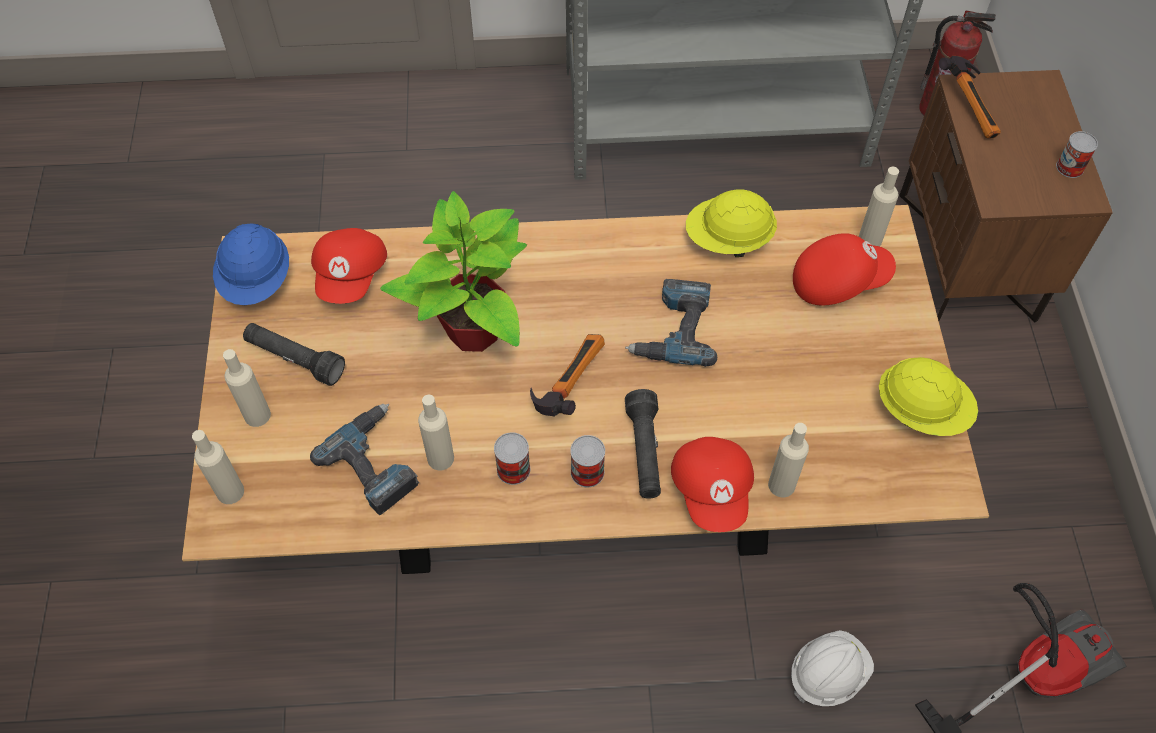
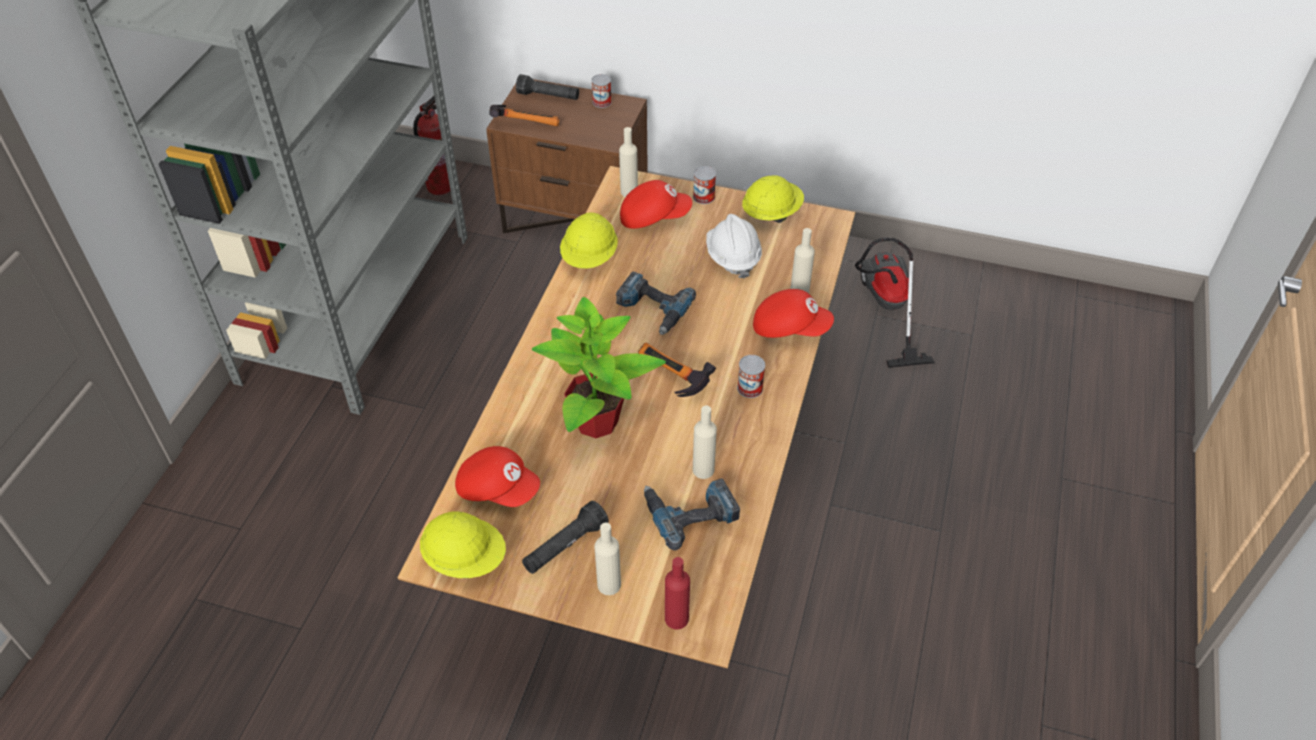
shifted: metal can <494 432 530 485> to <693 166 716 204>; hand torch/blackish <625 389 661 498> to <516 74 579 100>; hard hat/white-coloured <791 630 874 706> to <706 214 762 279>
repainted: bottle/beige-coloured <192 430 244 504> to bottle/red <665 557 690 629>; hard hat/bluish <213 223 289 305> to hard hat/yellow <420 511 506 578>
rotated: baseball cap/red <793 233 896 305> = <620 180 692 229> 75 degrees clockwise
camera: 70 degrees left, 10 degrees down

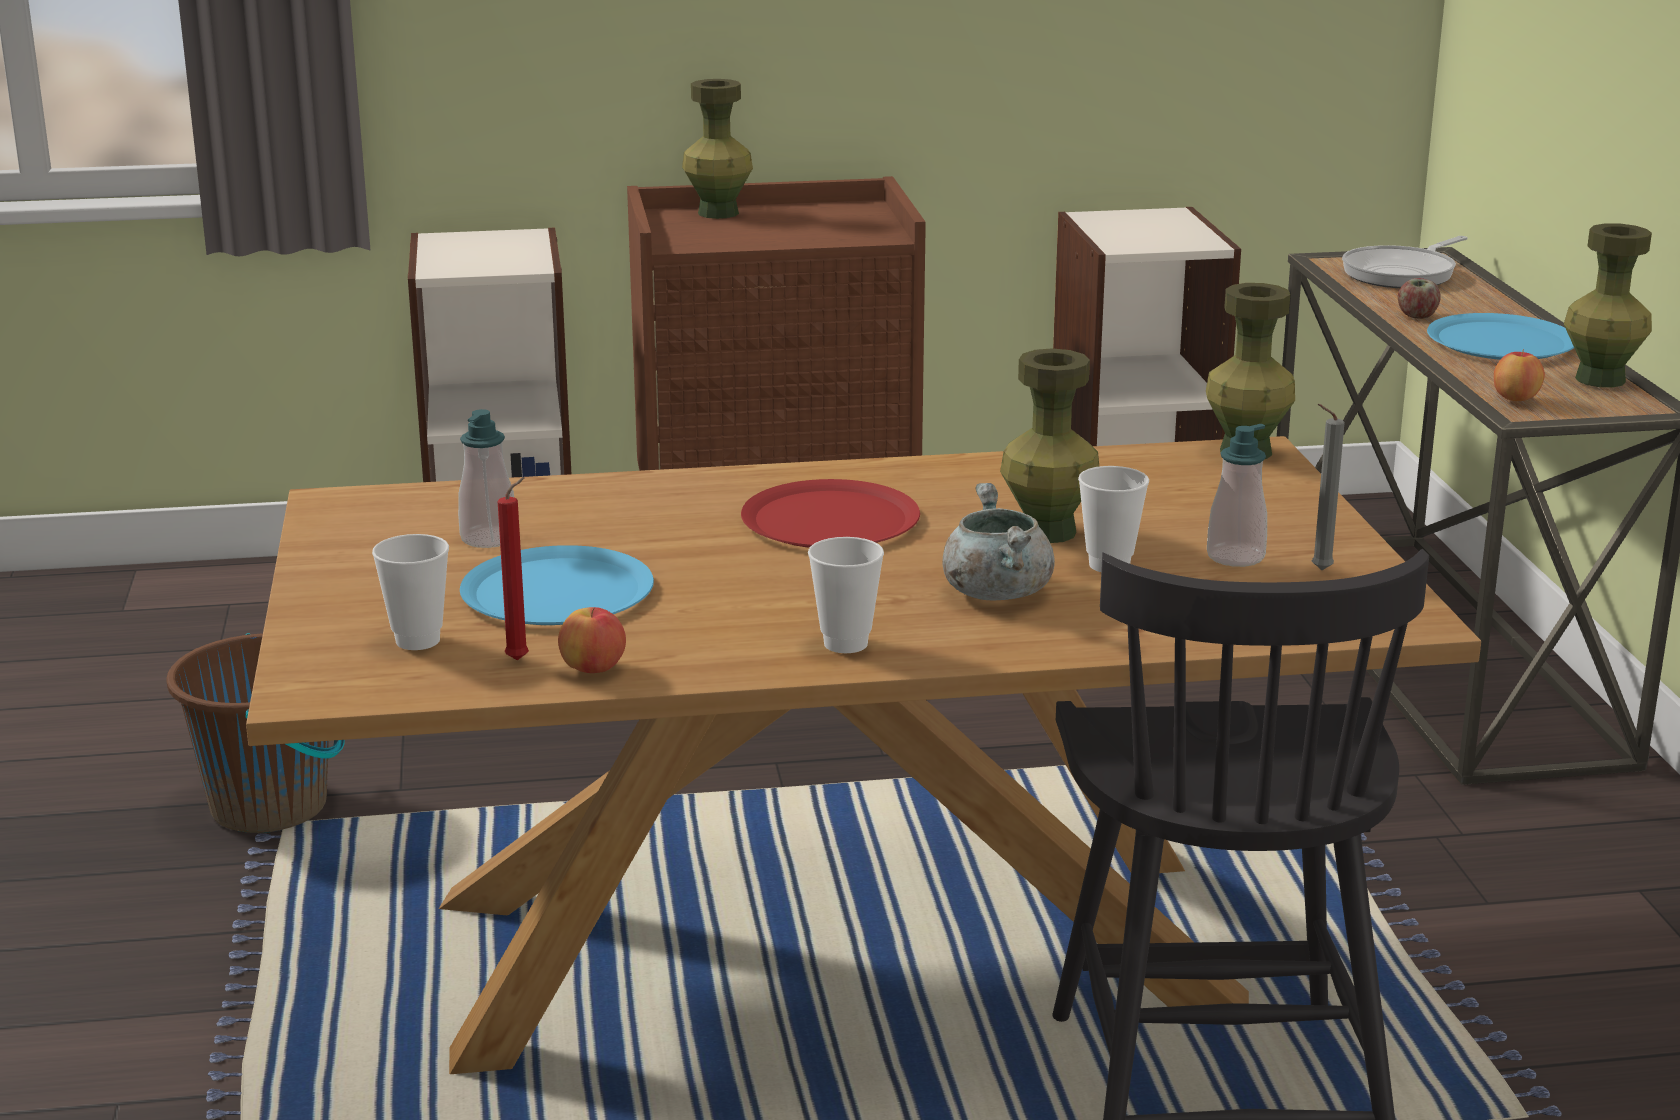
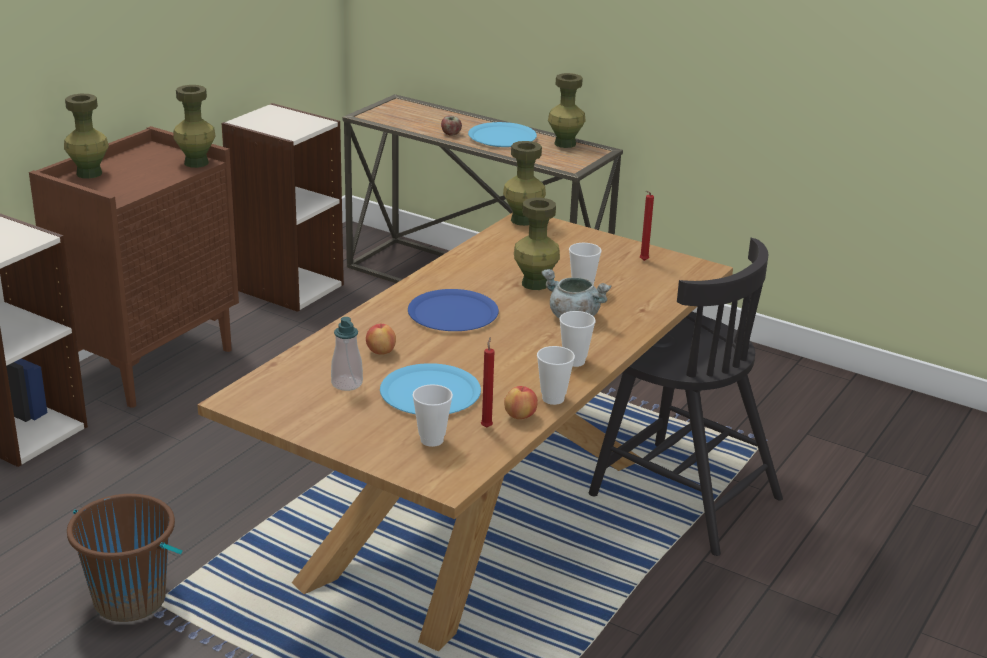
gone: soap bottle <1207 424 1267 567>; pan <1342 236 1468 288>
new: vase/greenish <173 85 216 168>; cup <537 346 575 405>
shifted: apple fruit <1494 349 1545 401> to <366 324 396 355>
repainted: dinner plate/red <741 479 920 548> to dinner plate/bluish <408 289 499 331>; wax candle/gray <1312 404 1345 570> to wax candle/red <640 191 654 261>
camera: 50 degrees left, 5 degrees up

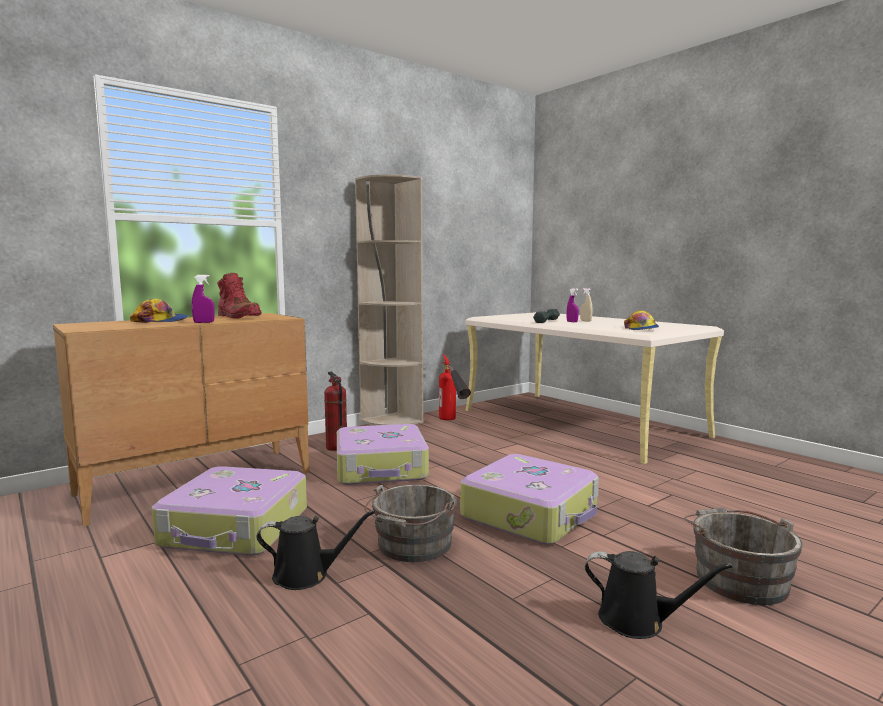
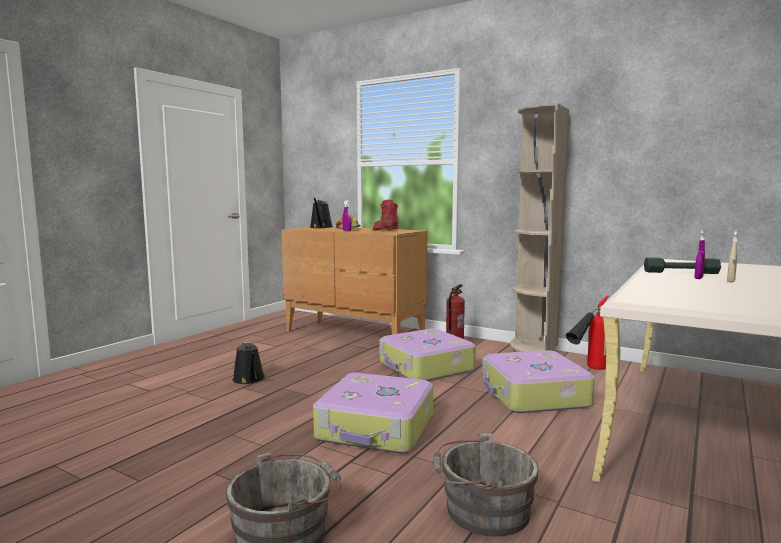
gone: baseball cap <624 311 659 330>
shifted: travel case <152 466 307 556> to <482 350 595 413>; bucket/gray <364 484 457 562> to <433 433 539 537>; watering can/blackish <585 551 733 639> to <310 198 333 228>
camera: 70 degrees right, 0 degrees up

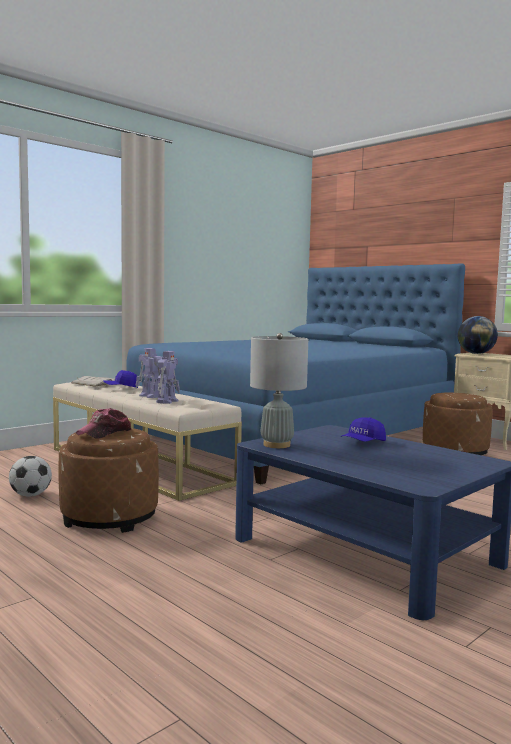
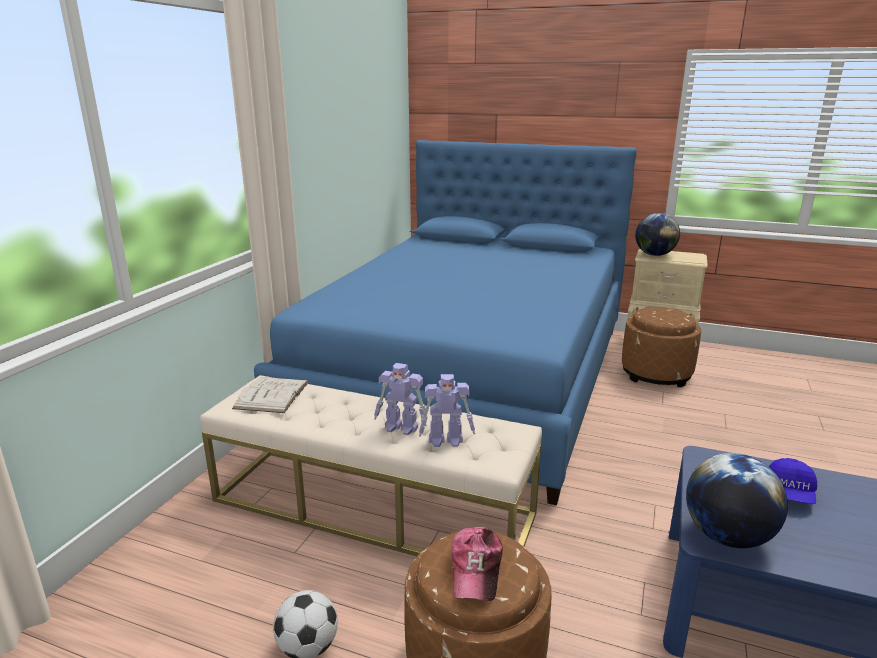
gone: baseball cap/bluish <103 370 138 388>
swapped: table lamp/gray <250 333 308 448> to world globe <686 453 788 548>
rotated: toy robot <156 351 180 404> = <419 374 475 447> 90 degrees clockwise
camera: 25 degrees left, 15 degrees up

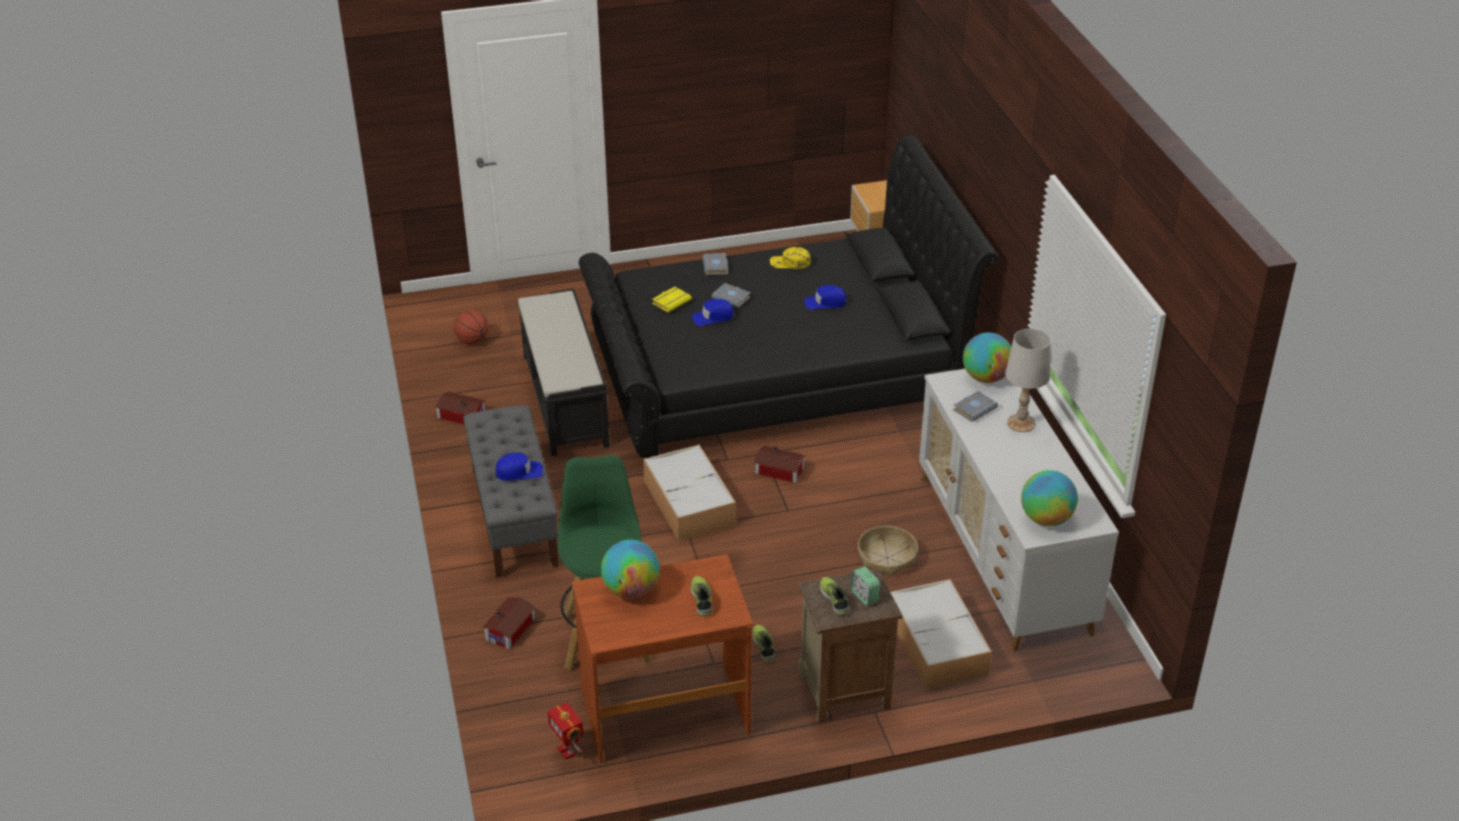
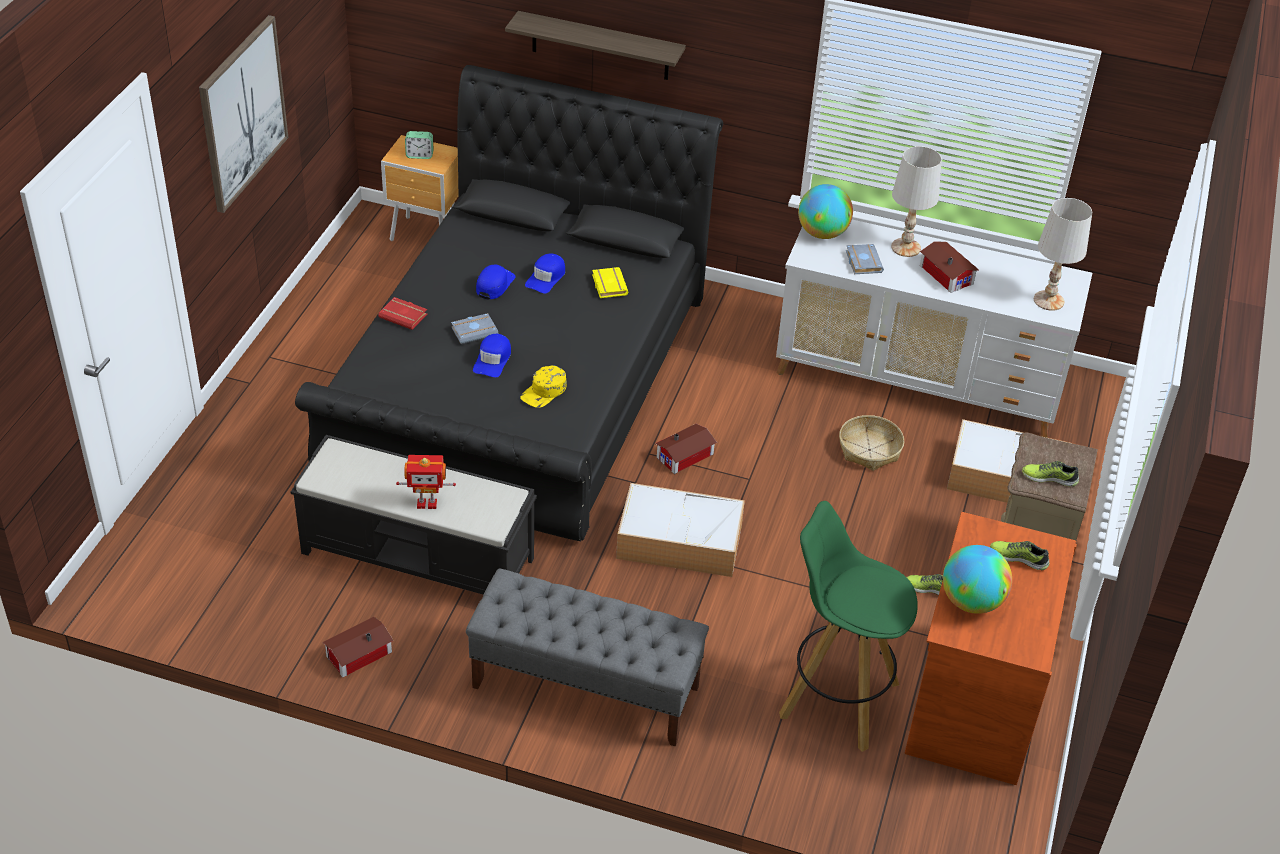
gone: basketball ball <454 310 489 344>
new: wall picture <199 15 288 213>; shelf <505 11 686 80>
shifted: model house <482 597 536 649> to <920 241 979 293>; baseball cap/bluish <495 453 543 481> to <476 265 516 300>; toy robot <548 702 583 760> to <396 455 456 509>; book/yellow <652 287 692 312> to <592 267 628 298>; baseball cap/yellow <770 247 811 269> to <520 365 567 408>; alarm clock <850 566 880 605> to <405 131 433 159>
swapped: world globe <1021 470 1078 526> to table lamp/white-coloured <1034 198 1092 311>
repainted: book/gray <702 253 728 275> to book/red <378 297 427 330>
camera: 60 degrees left, 5 degrees up

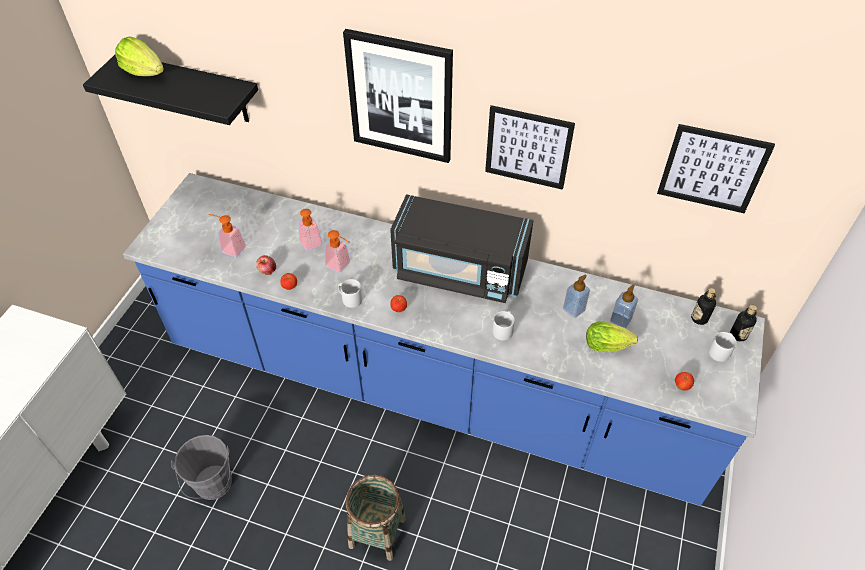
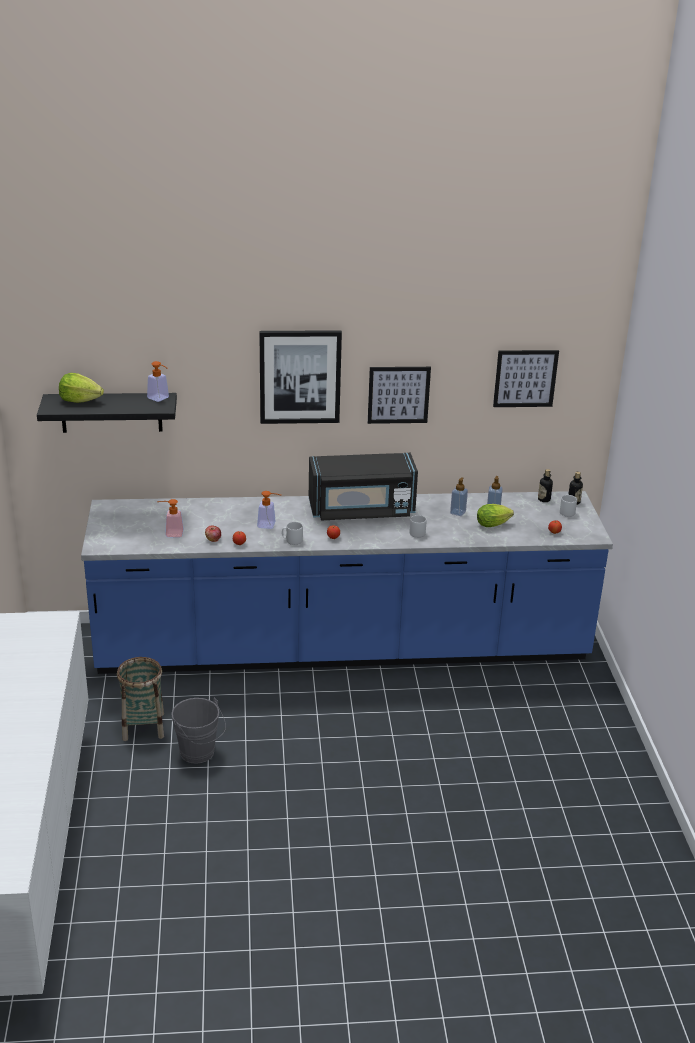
shifted: soap bottle <298 209 323 251> to <147 361 169 402>; basket <346 475 406 561> to <117 657 164 741>
camera: 25 degrees left, 20 degrees down

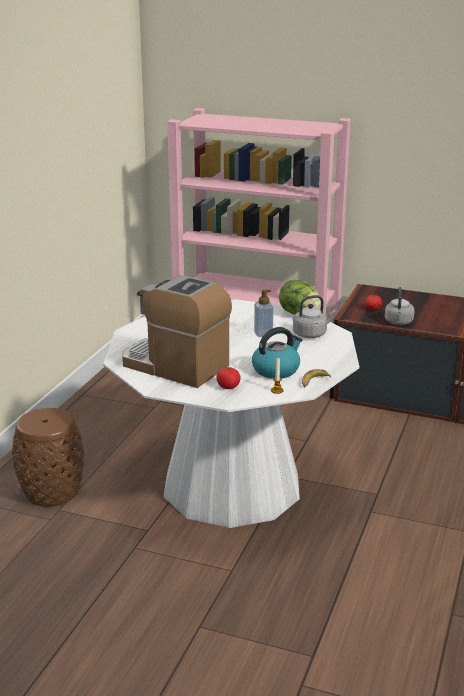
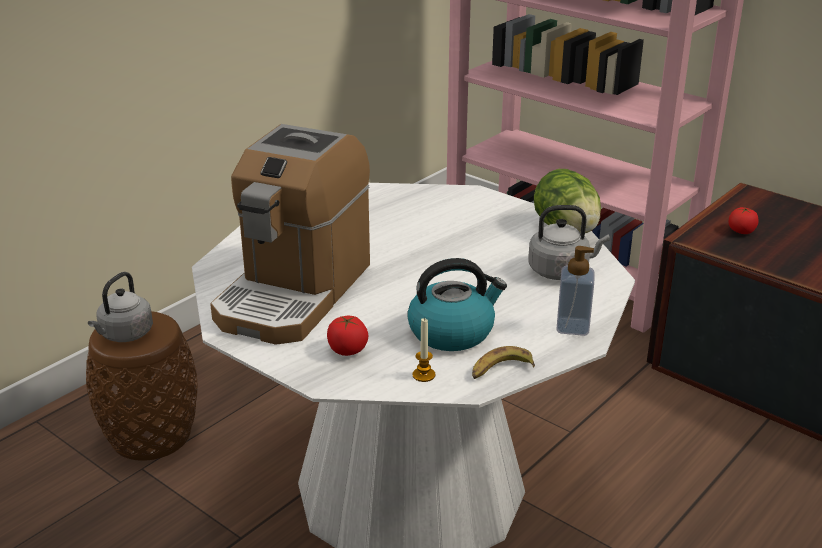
shifted: soap bottle <254 290 274 337> to <556 246 595 336>; kettle/gray <385 287 415 325> to <88 272 153 342>
rotated: coffee machine <122 275 232 388> = <210 124 370 345> 120 degrees counterclockwise
camera: 20 degrees right, 5 degrees up

